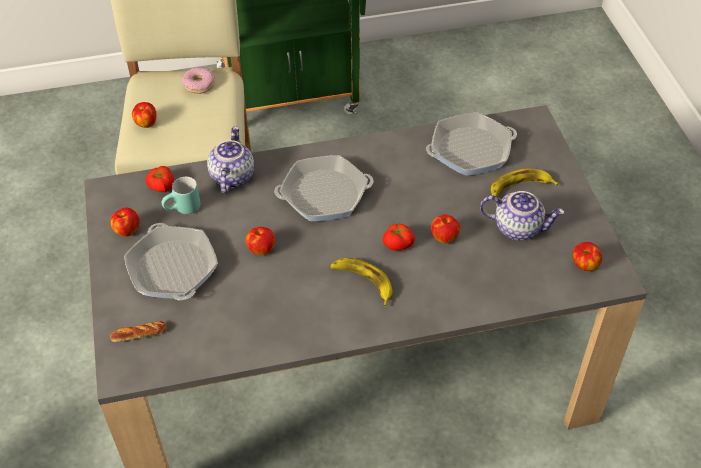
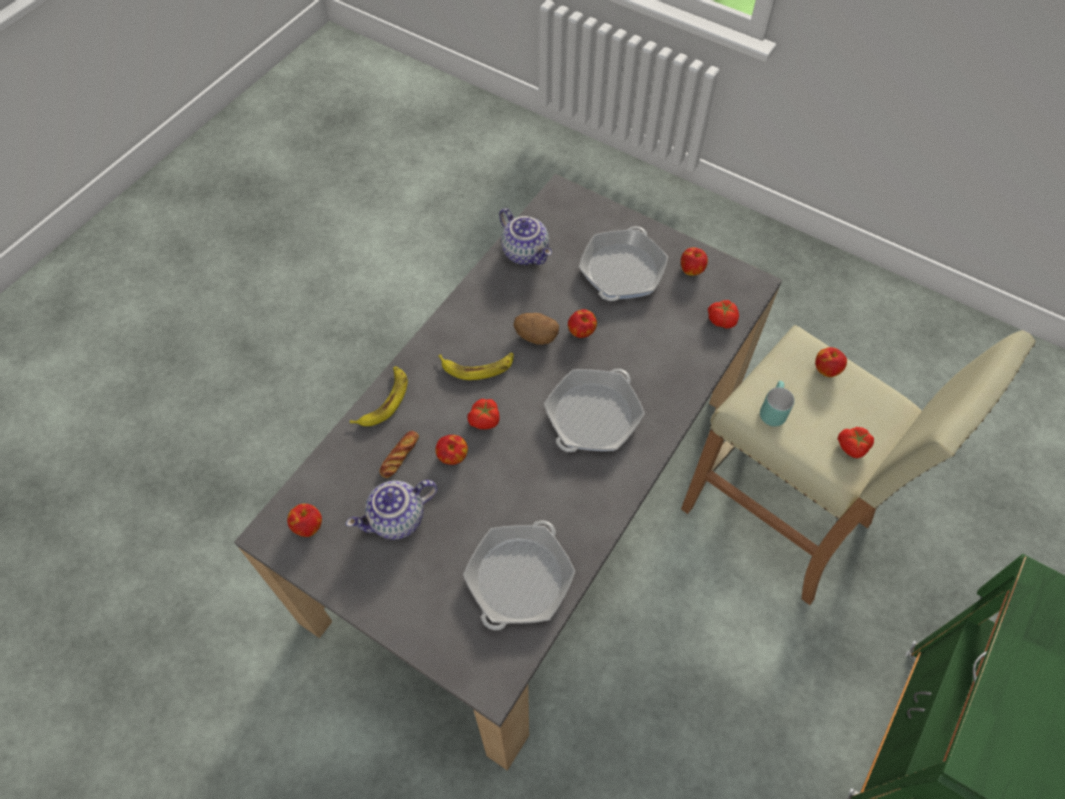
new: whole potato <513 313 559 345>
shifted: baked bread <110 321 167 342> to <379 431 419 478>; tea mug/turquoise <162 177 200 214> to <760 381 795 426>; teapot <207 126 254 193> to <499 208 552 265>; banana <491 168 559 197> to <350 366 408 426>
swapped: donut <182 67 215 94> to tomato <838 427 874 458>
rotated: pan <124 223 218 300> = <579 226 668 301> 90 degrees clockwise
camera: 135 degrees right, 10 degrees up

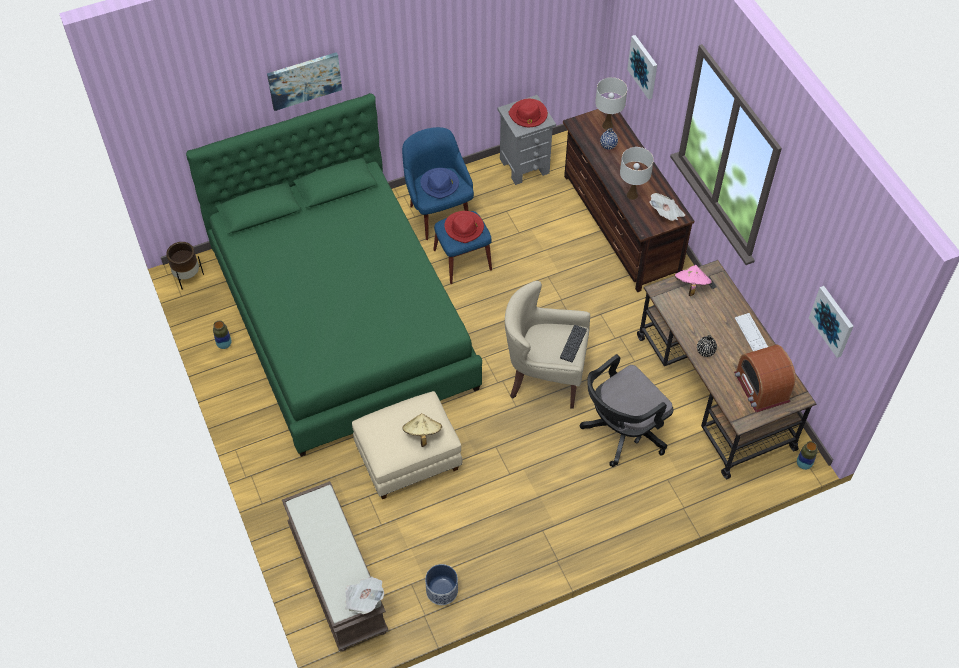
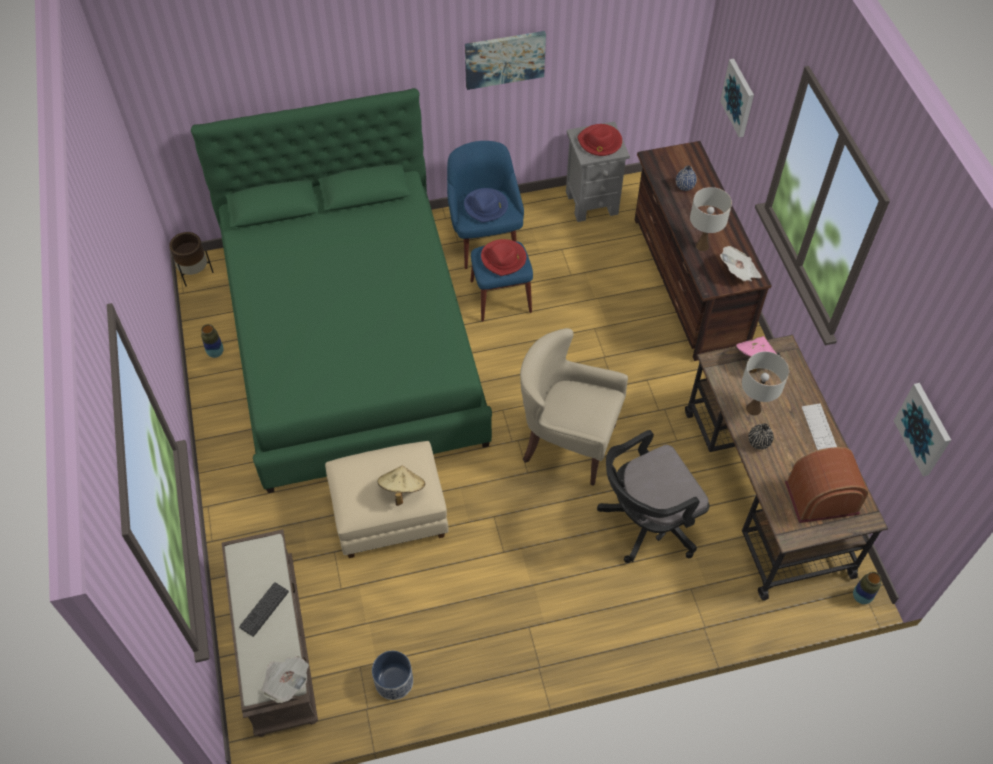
shifted: wall picture <267 52 342 111> to <465 31 546 90>; computer keyboard <560 325 587 362> to <239 582 289 637>; table lamp/white-coloured <595 77 627 130> to <742 351 789 415>
rotated: radio set <734 345 796 412> = <785 447 868 523> 90 degrees clockwise
camera: 10 degrees right, 0 degrees up

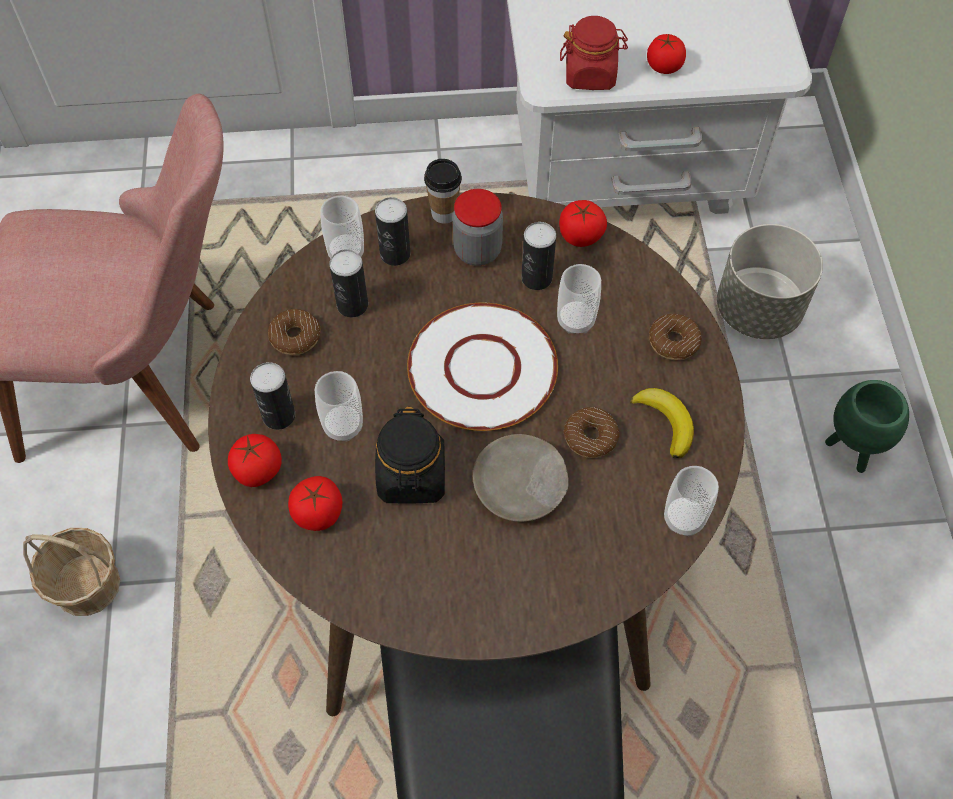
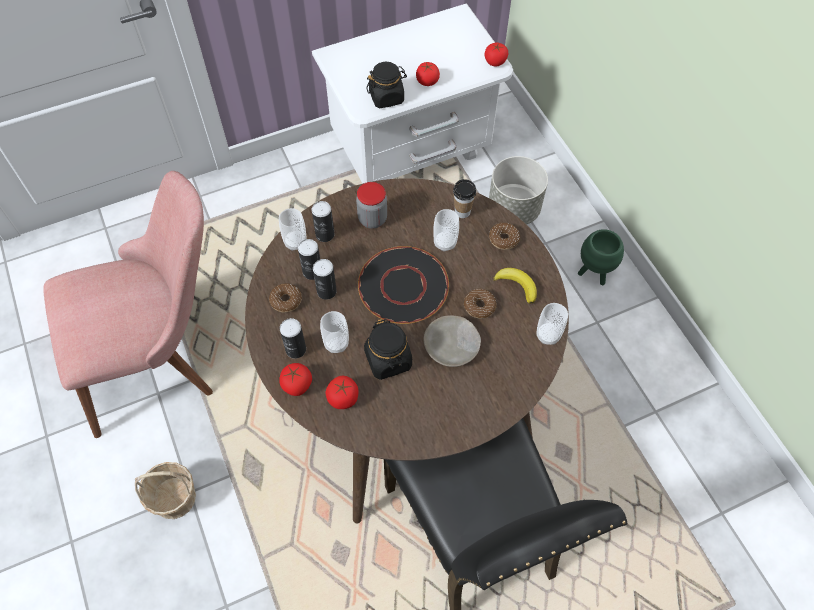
shifted: cup <424 159 462 224> to <453 179 476 218>; metal can <521 222 556 290> to <313 259 337 300>; tomato <559 200 607 247> to <484 42 508 67>
repainted: dinner plate/white-coloured <407 303 558 431> to dinner plate/blackish <358 246 449 324>; jar/red <560 16 628 90> to jar/blackish <366 62 407 108>
camera: 20 degrees left, 0 degrees up

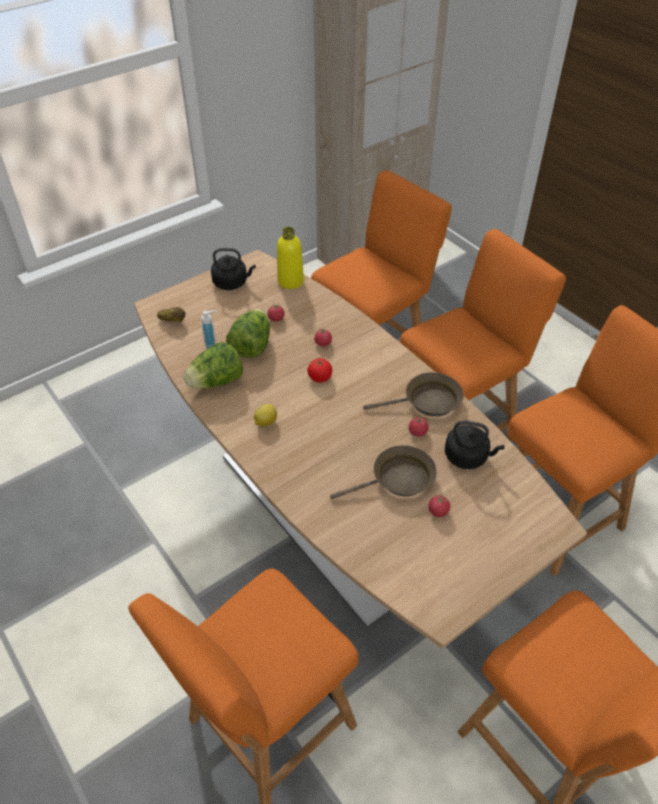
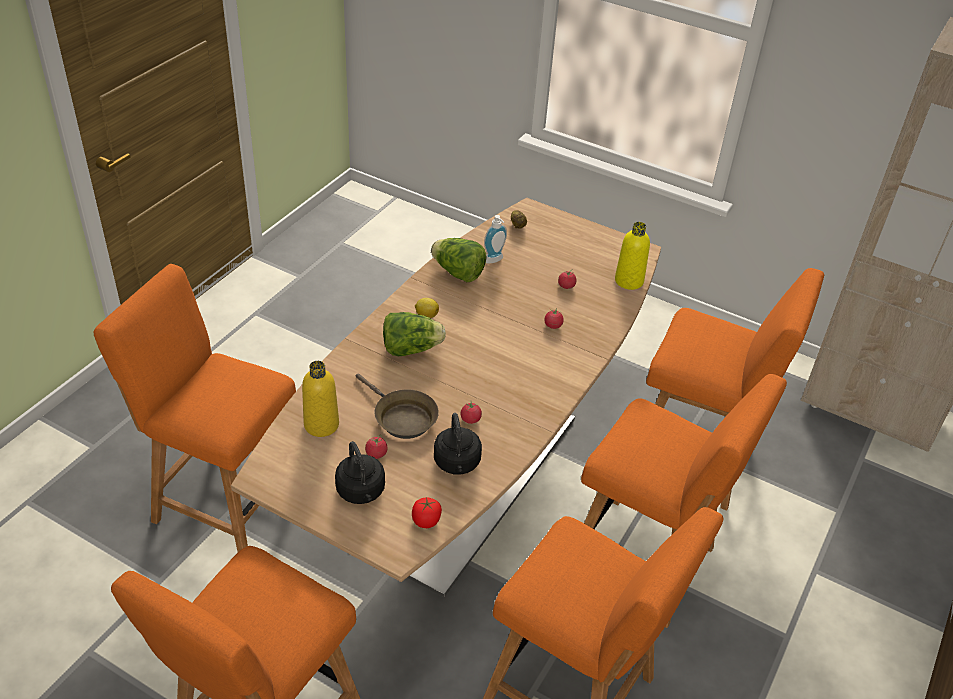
gone: pan/brown <363 372 464 417>
new: bottle/yellow <302 361 339 437>
shifted: kettle/blackish <211 248 256 290> to <335 441 385 504>; lettuce head <226 309 270 358> to <383 312 446 356>; tomato <307 358 332 382> to <412 497 442 528>
camera: 65 degrees right, 5 degrees down

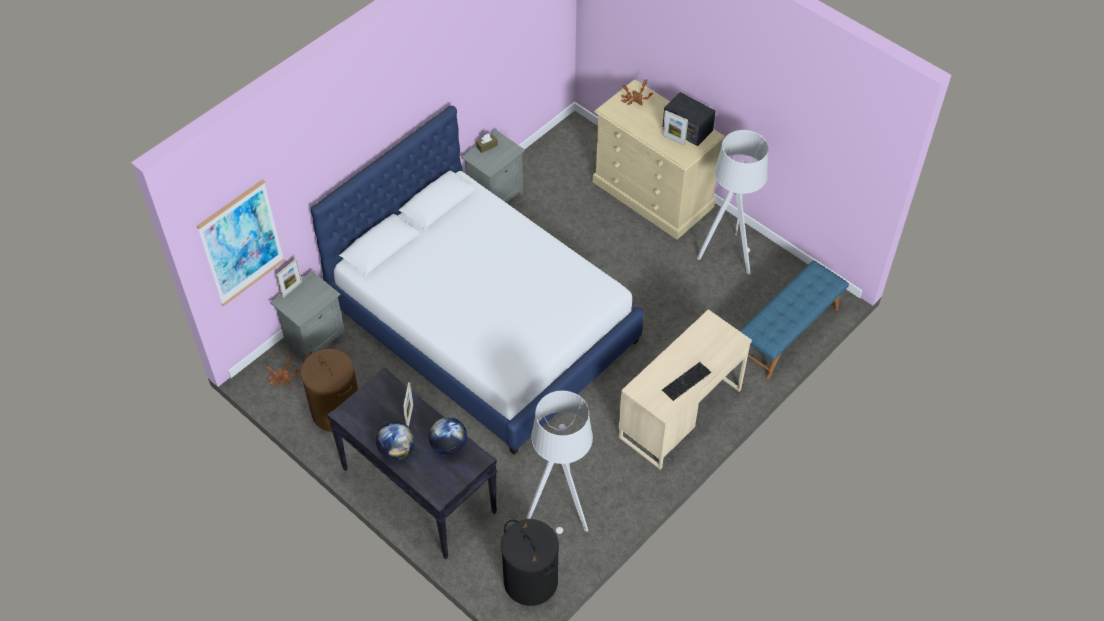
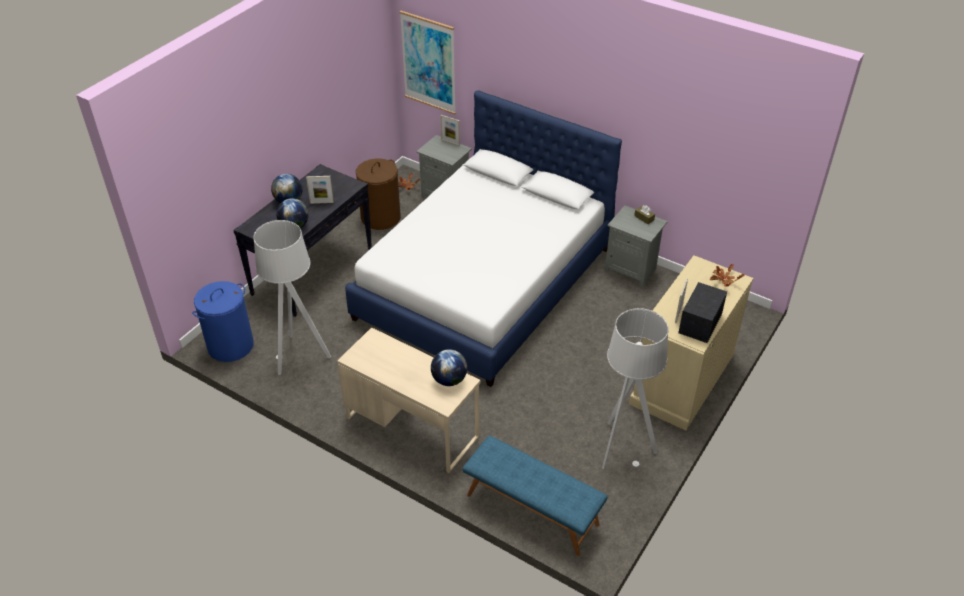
gone: computer keyboard <662 362 711 401>
new: world globe <431 349 467 386>
repainted: hamper/blackish <501 519 559 606> to hamper/bluish <192 281 254 362>
camera: 80 degrees right, 10 degrees down

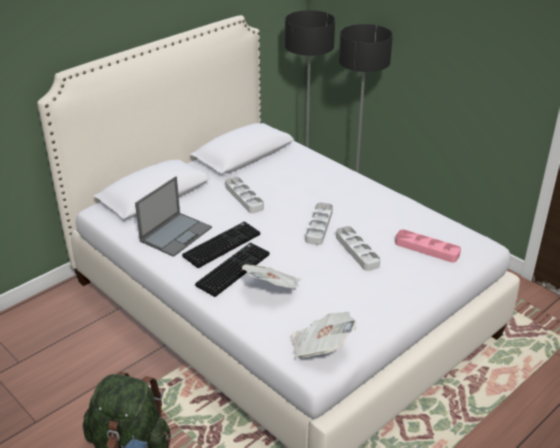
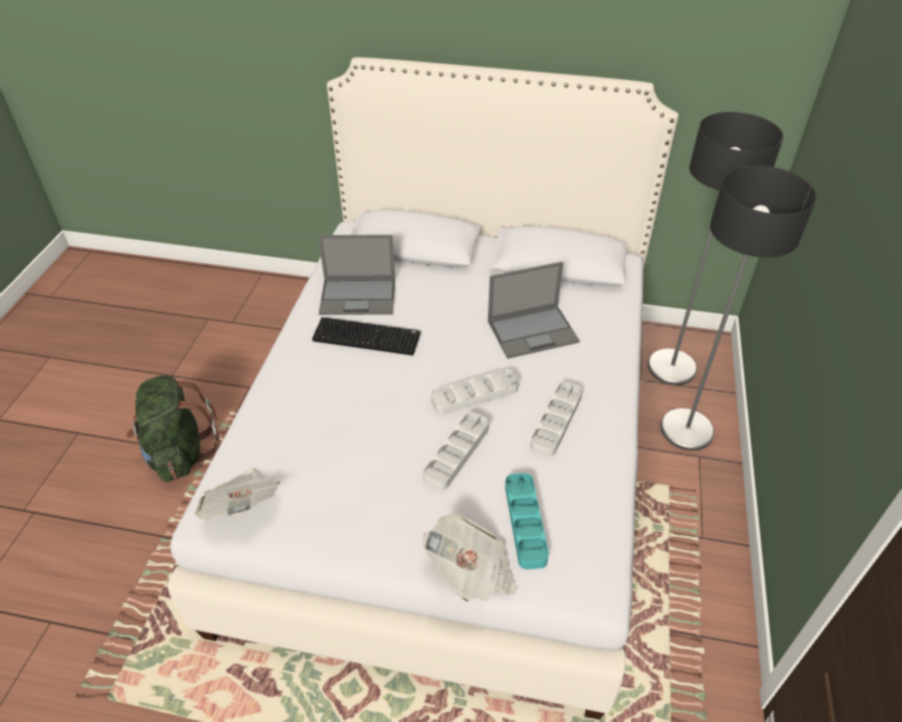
gone: computer keyboard <195 243 270 297>
new: notebook computer <488 261 580 359>
shifted: serving tray/gray <225 177 264 213> to <530 381 583 457>; newspaper <242 264 301 289> to <423 514 517 601>
repainted: serving tray/pink <395 229 461 263> to serving tray/turquoise <505 473 549 569>
camera: 55 degrees right, 10 degrees up

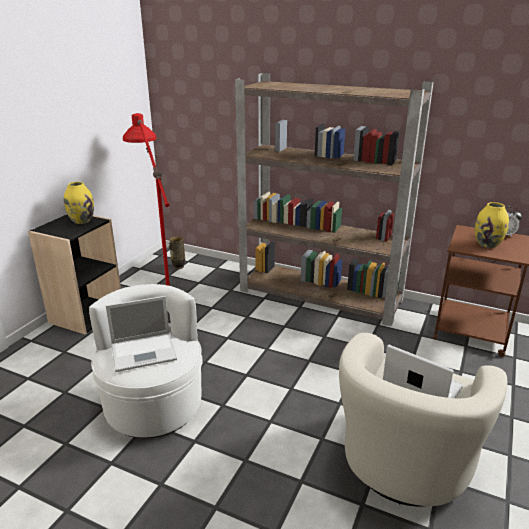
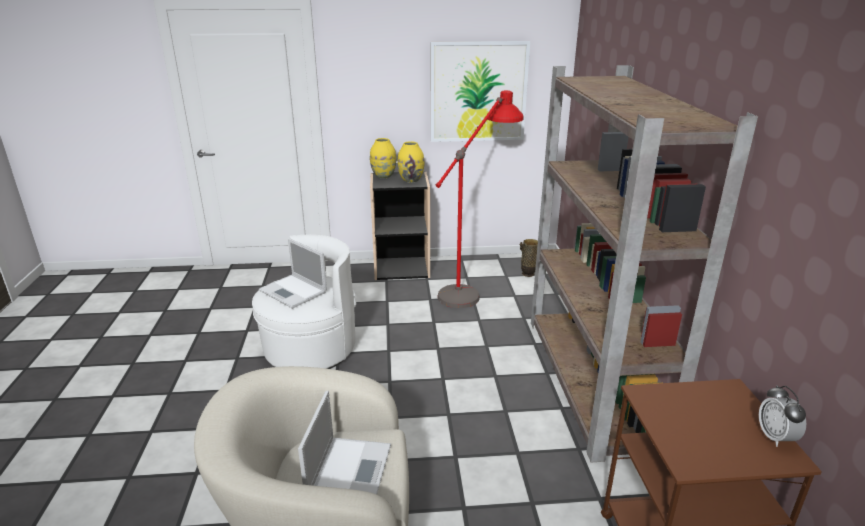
new: wall picture <431 41 530 142>
shifted: vase/yellow <475 202 509 248> to <370 138 396 178>
camera: 60 degrees right, 0 degrees up

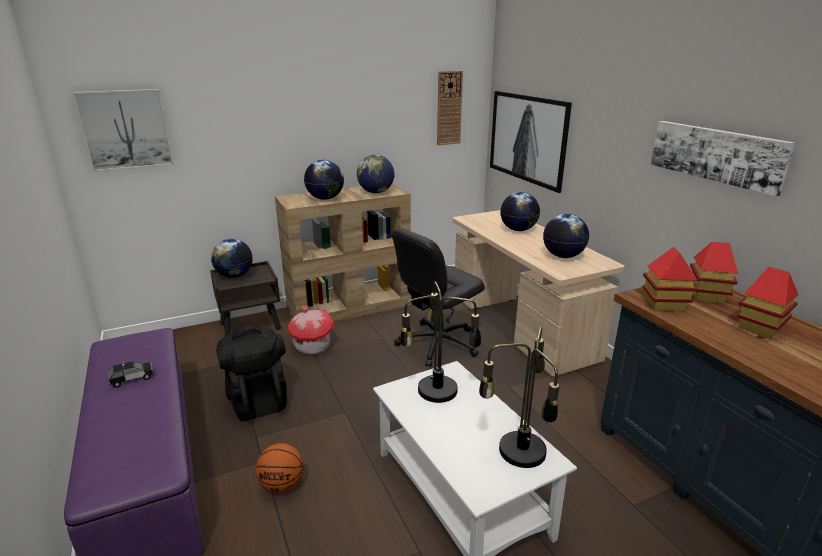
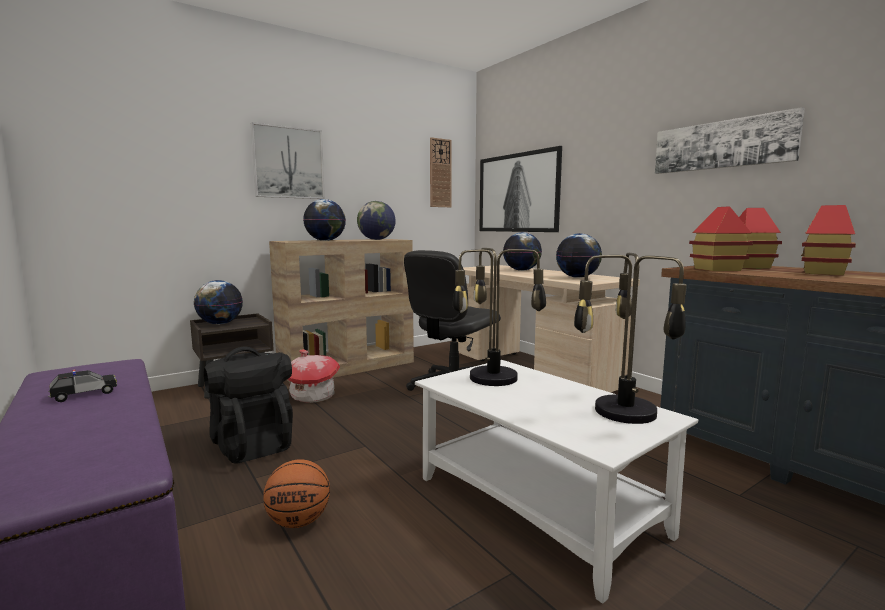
shifted: wall picture <73 89 174 172> to <251 122 325 199>
camera: 10 degrees left, 15 degrees down

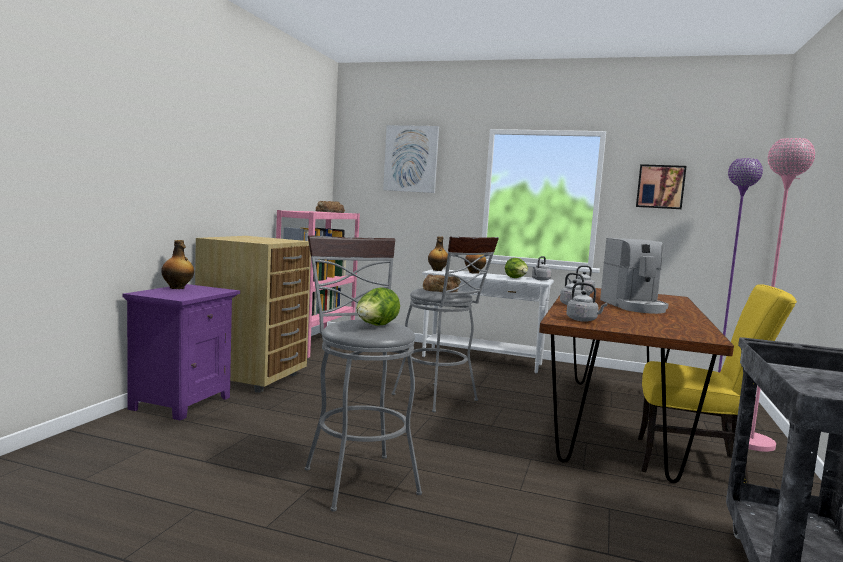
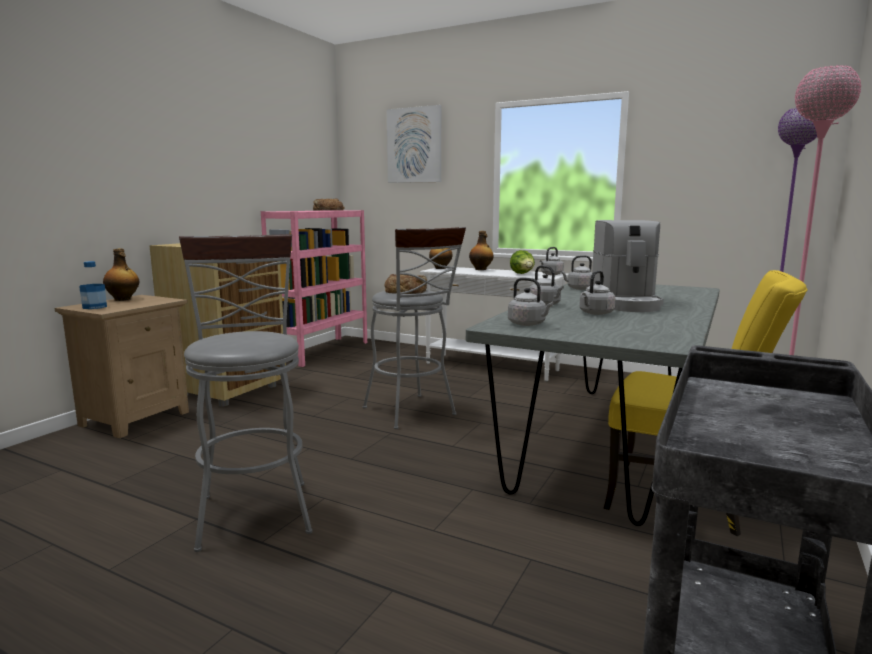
gone: lettuce head <357 287 400 326>; wall picture <636 164 687 209>
new: bottle <79 261 107 309>; kettle/gray <579 270 616 315>
repainted: bedside table/purple-coloured <122 284 240 420> to bedside table/beige-coloured <55 295 189 438>; dining table/brown <539 288 734 483> to dining table/gray <466 283 720 526>
camera: 10 degrees right, 5 degrees up

